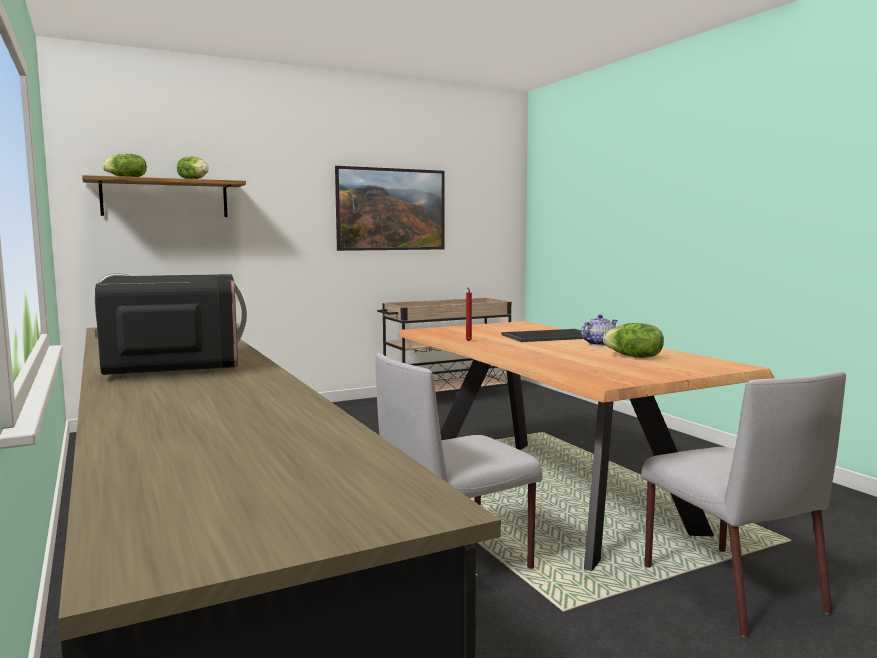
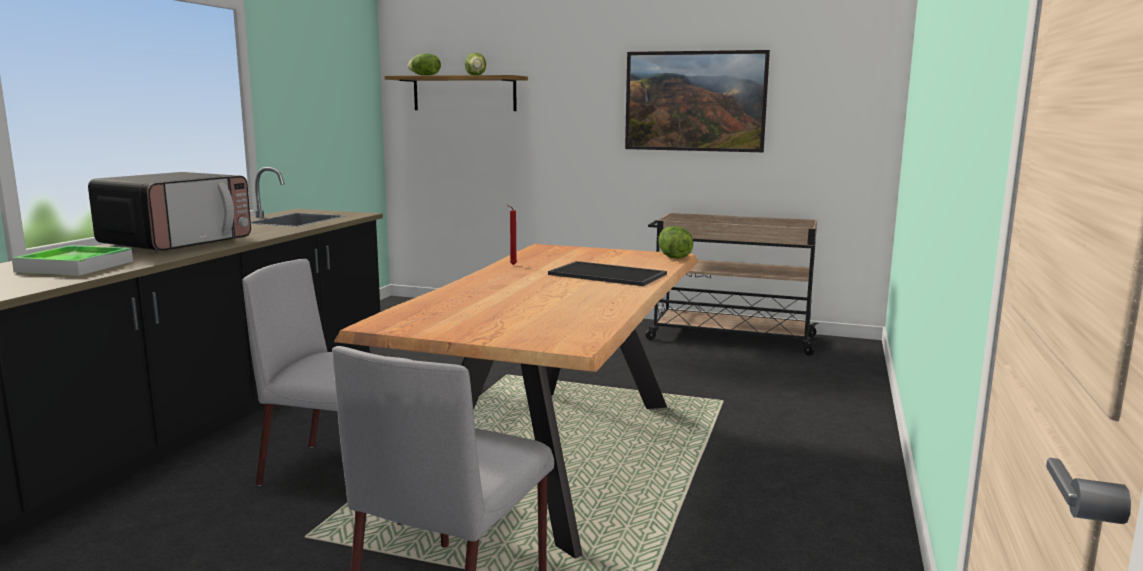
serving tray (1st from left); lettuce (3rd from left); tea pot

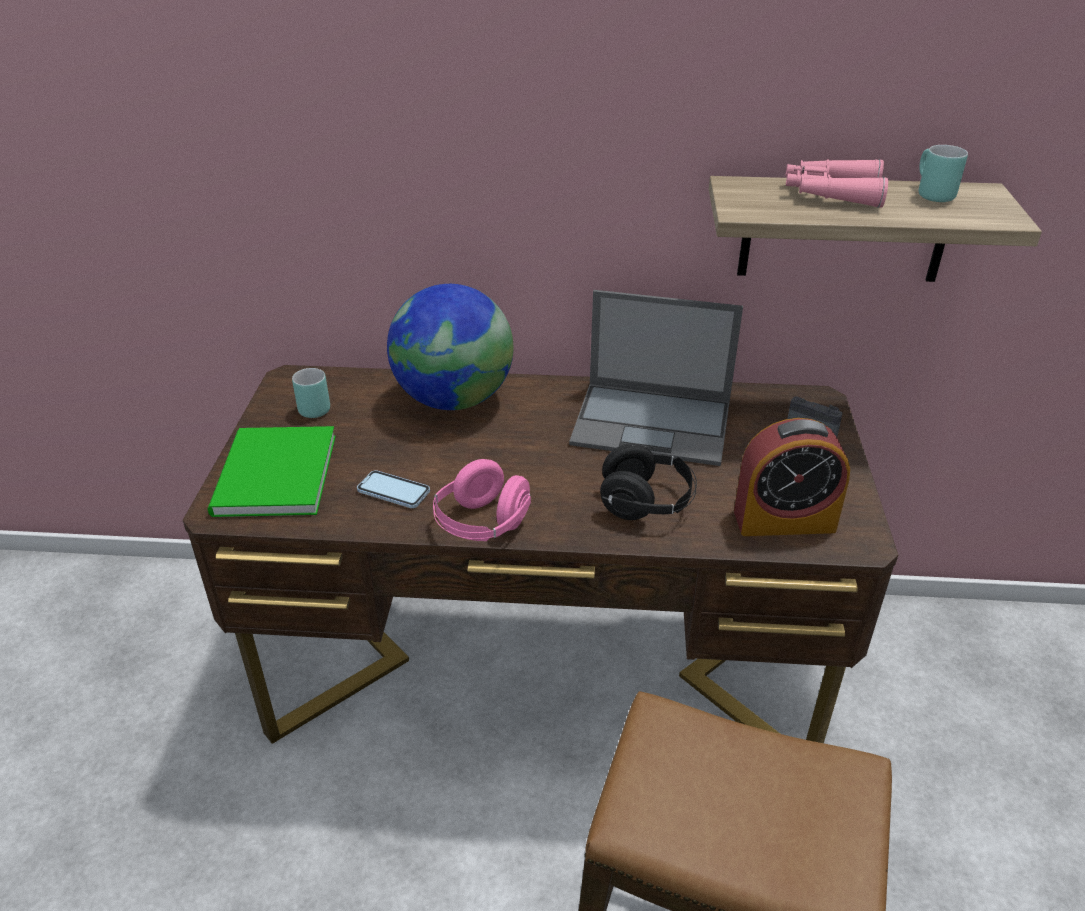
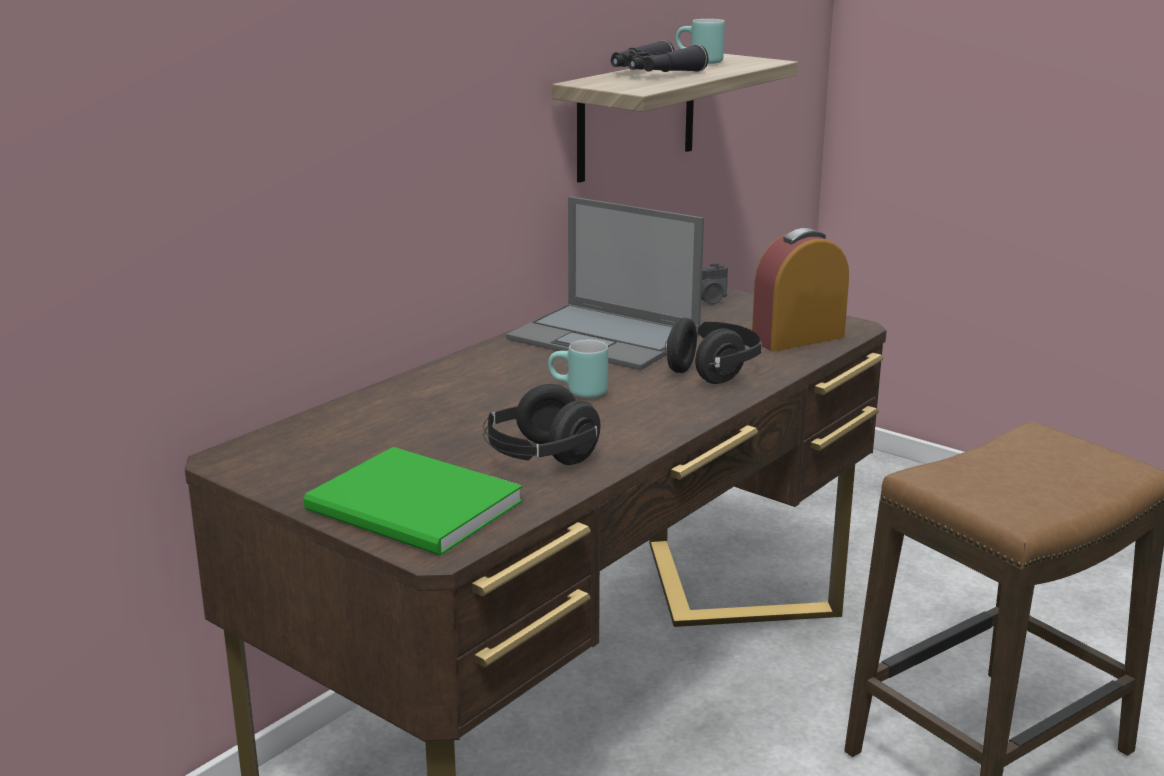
black headset (1st from left); notebook computer; turquoise-coloured mug (1st from left); black field glasses; alarm clock; desk globe; pink-coloured headset

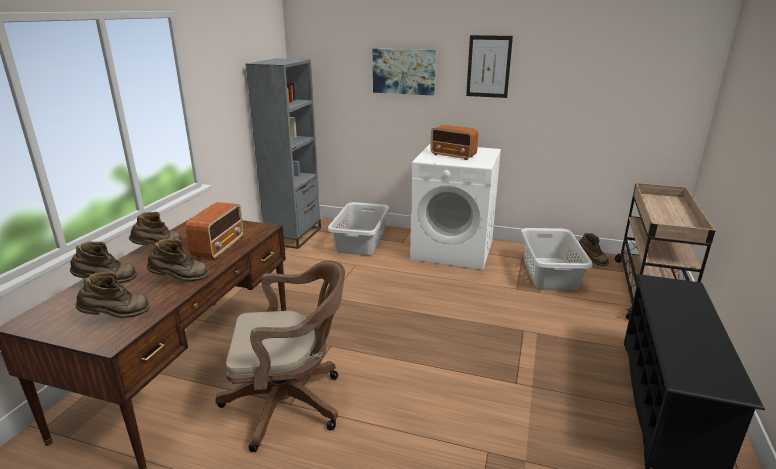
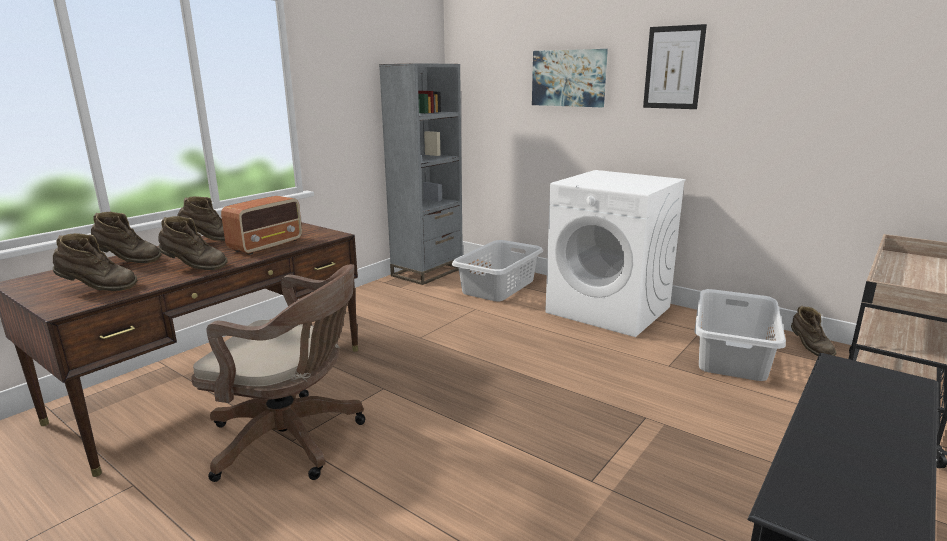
radio set (2nd from left in the first image)

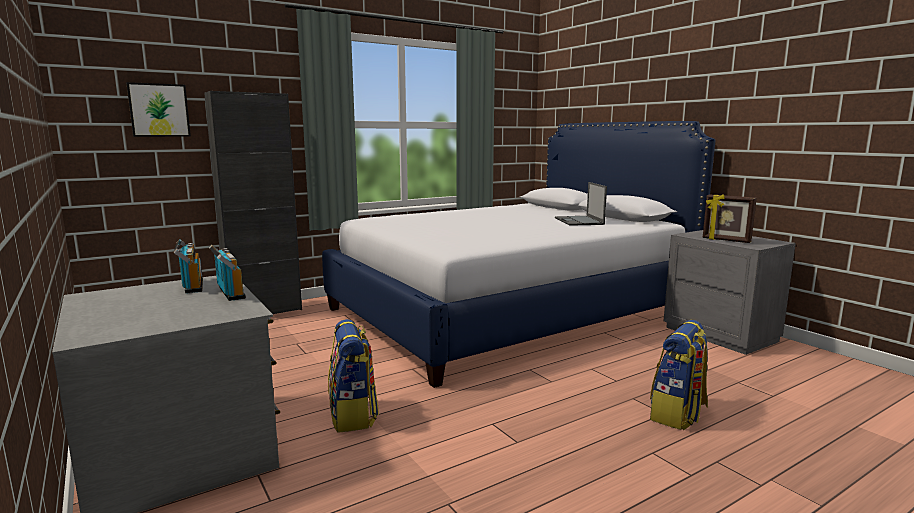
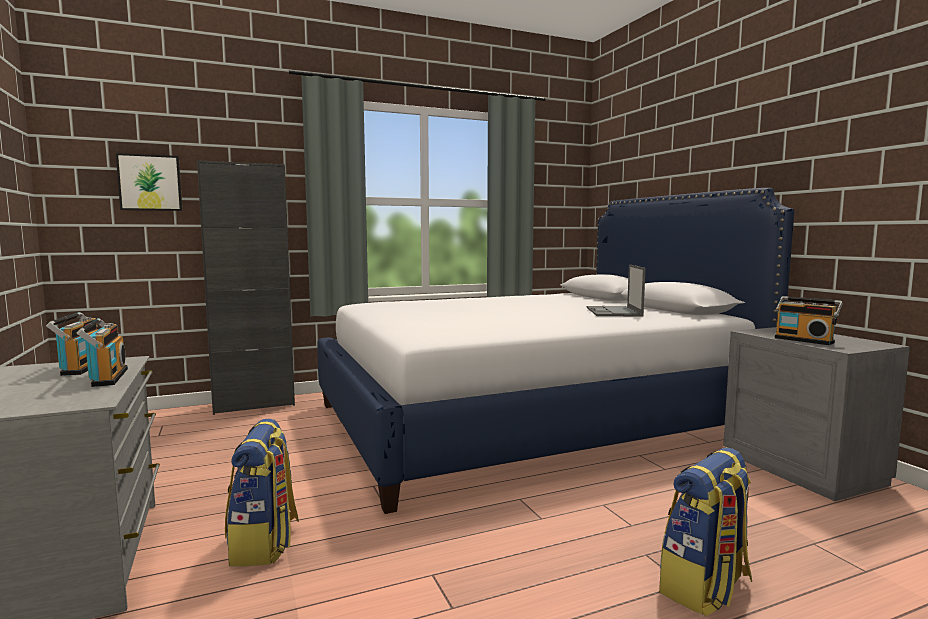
radio set (3rd from left)

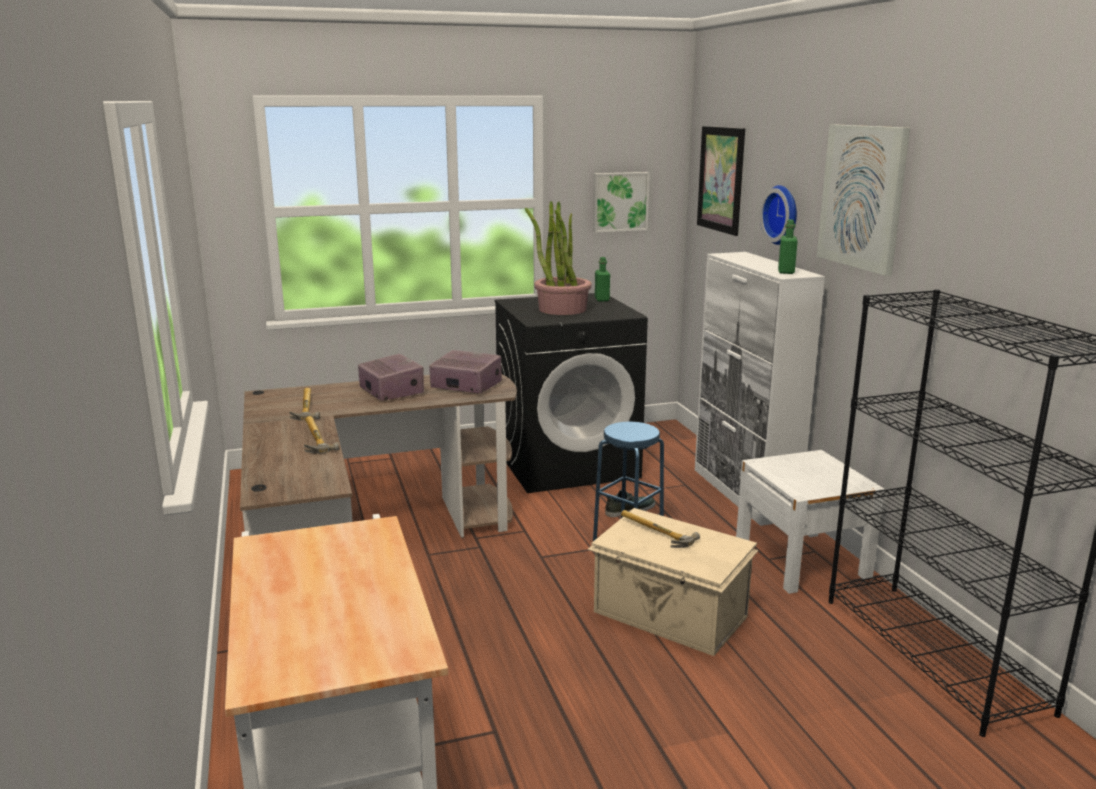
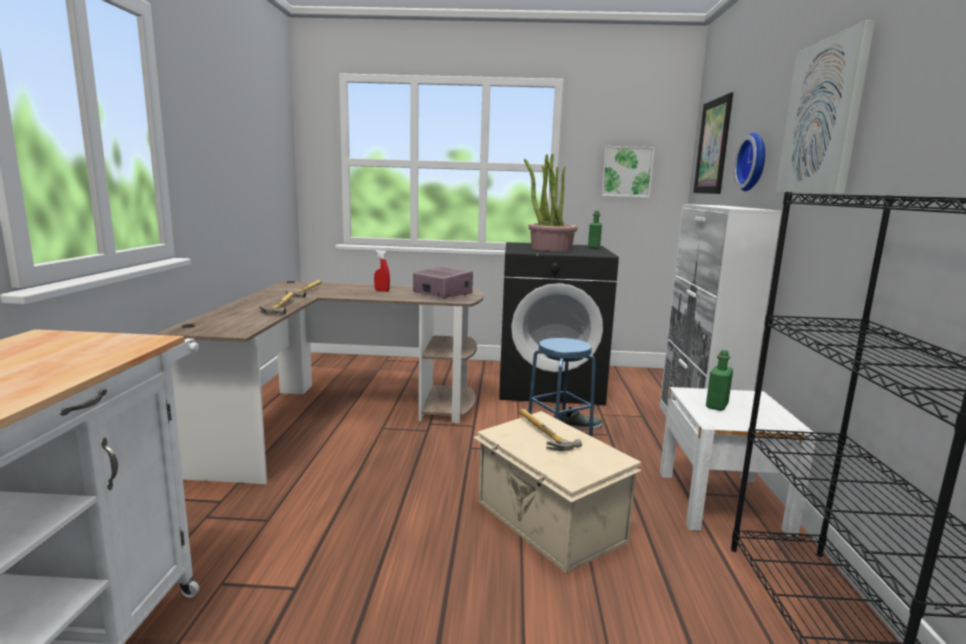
red-coloured sprayer; greenish drink bottle (2nd from left)

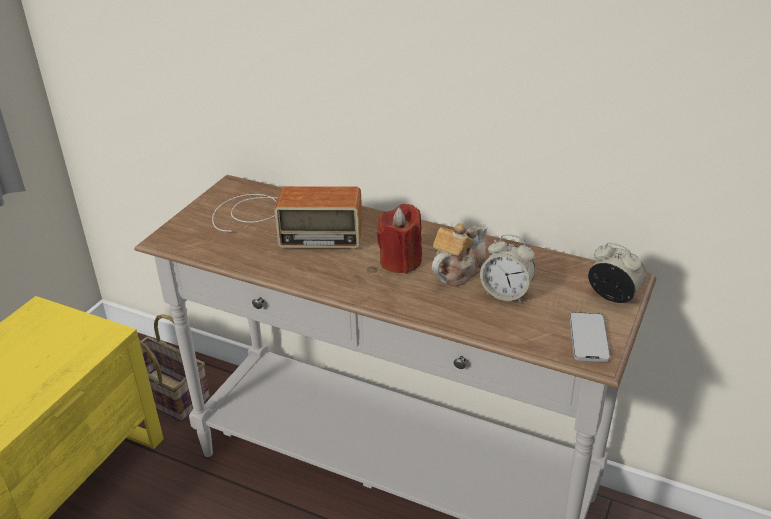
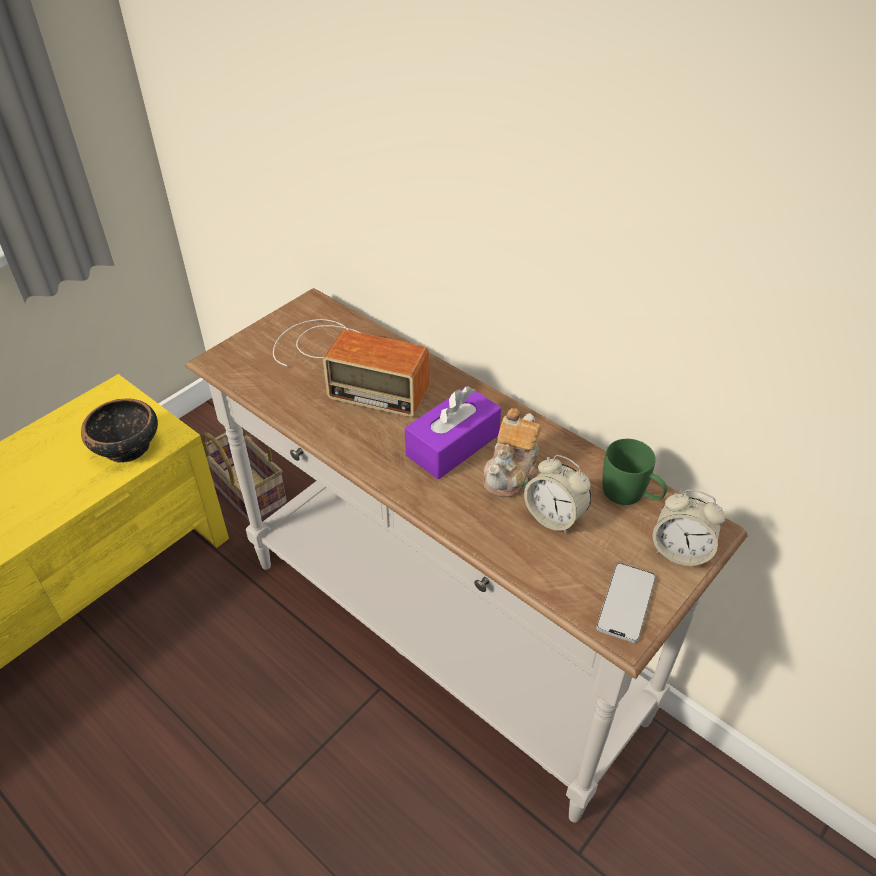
serving bowl; purple tissue holder; tea pot; greenish mug; alarm clock (2nd from left)

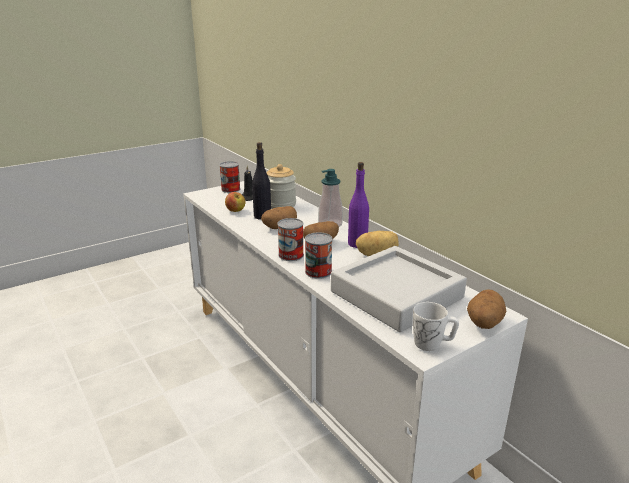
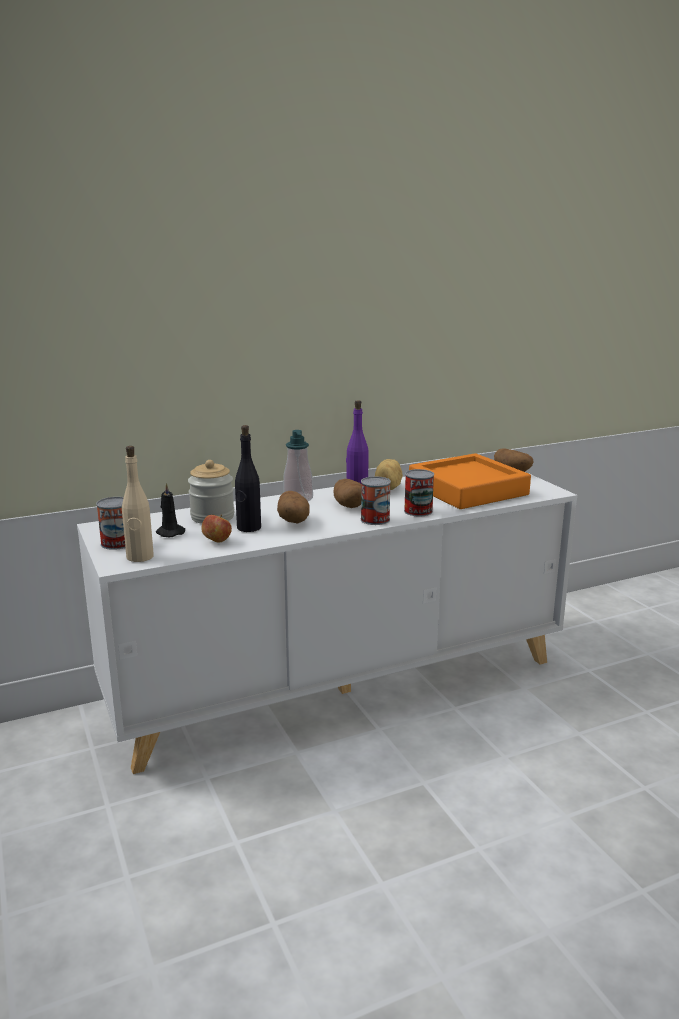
beige drink bottle; orange serving tray; white mug

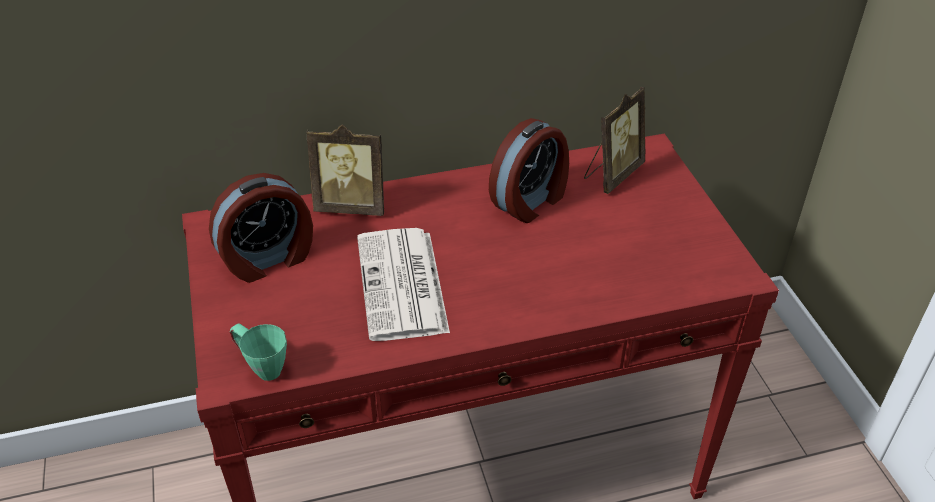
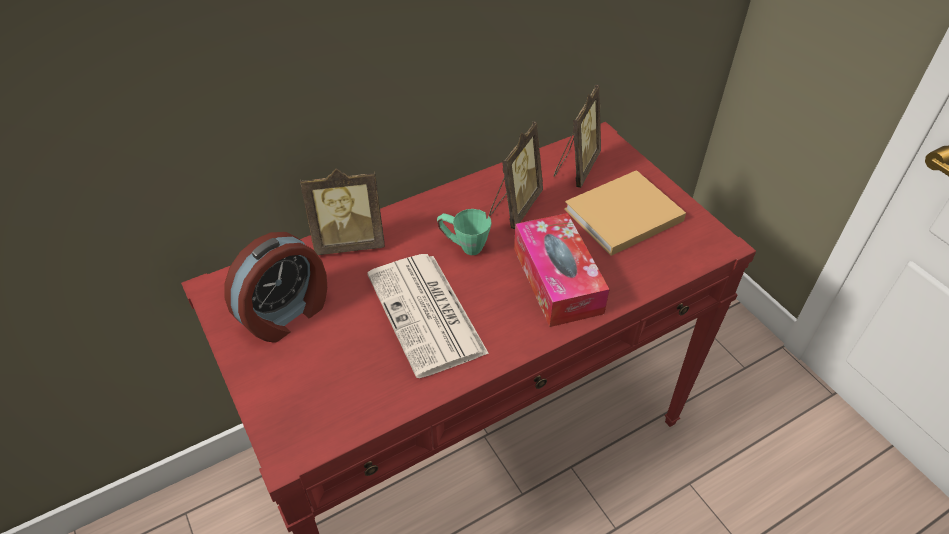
greenish mug; photo frame (2nd from left); tissue holder; beige book

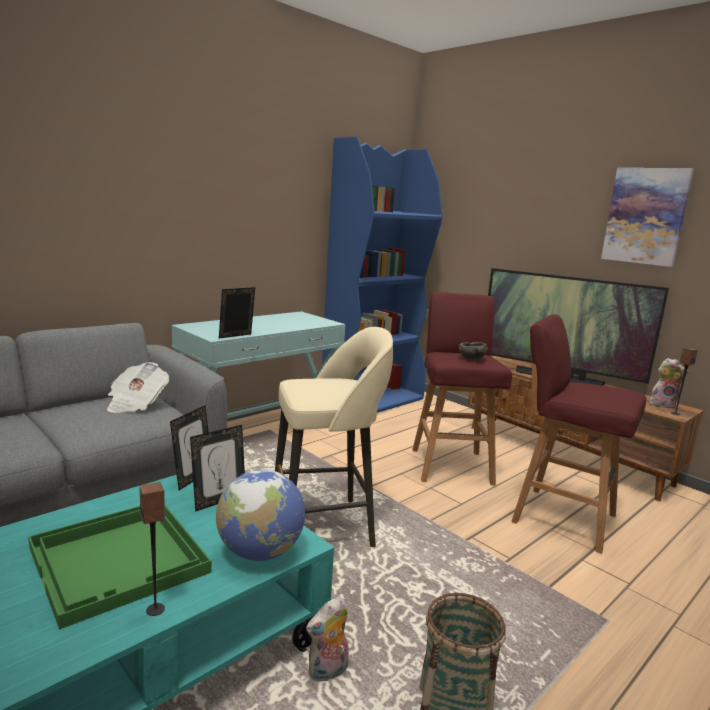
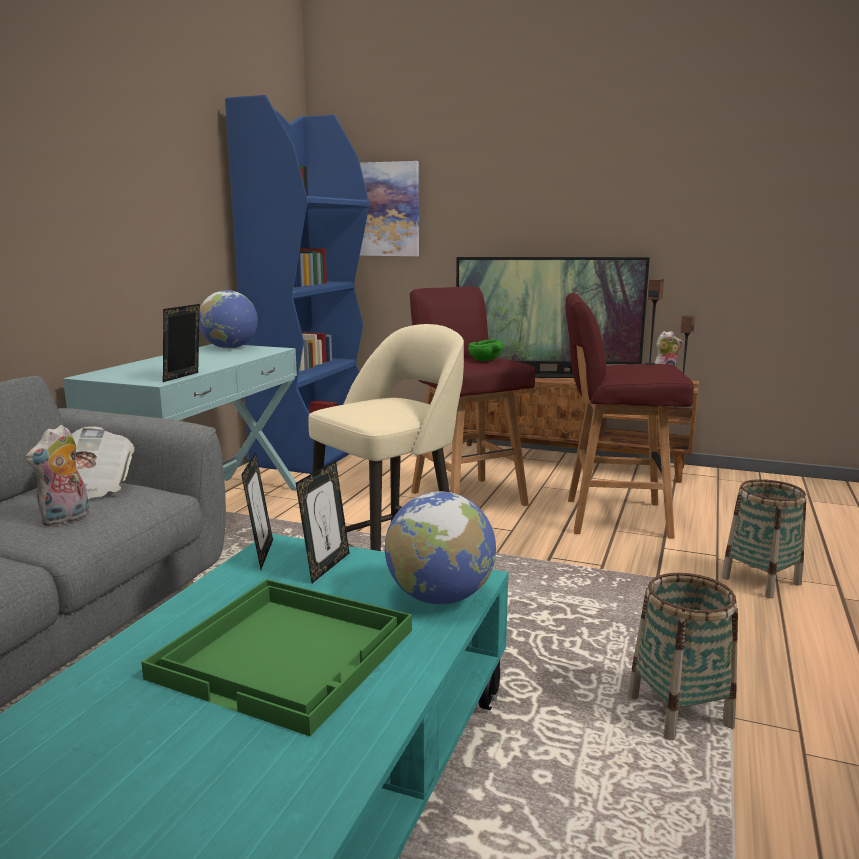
soft toy (1st from left); desk globe (1st from left); wall picture; greenish serving bowl; speaker (1st from left); storage basket (2nd from left)

